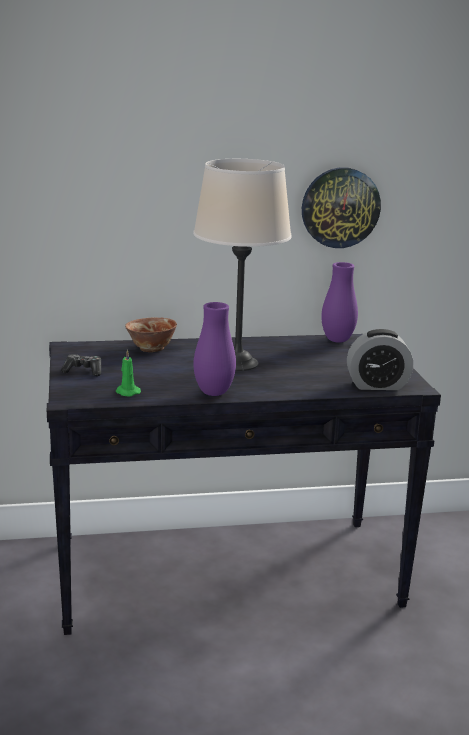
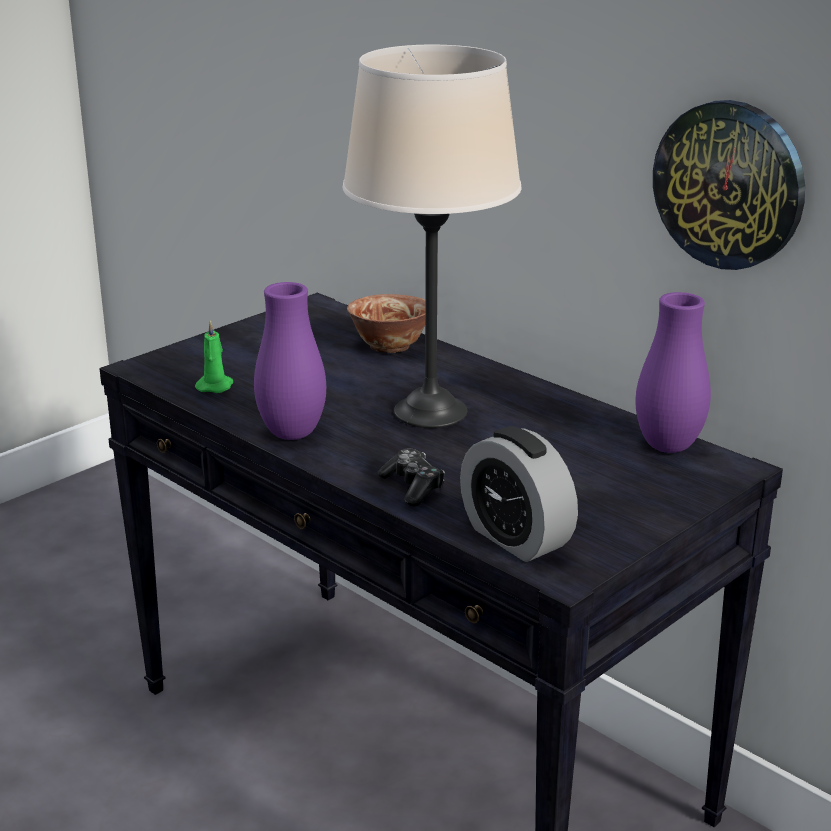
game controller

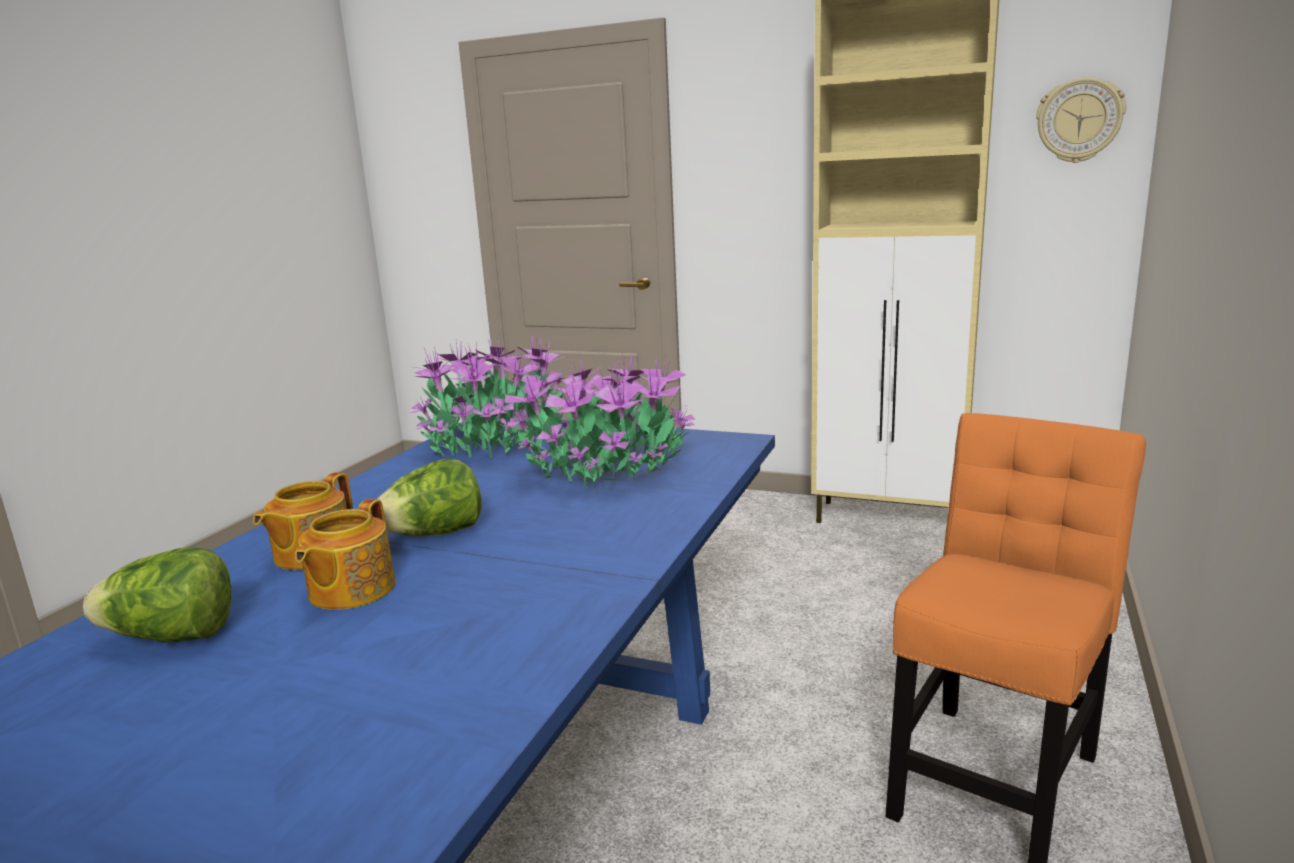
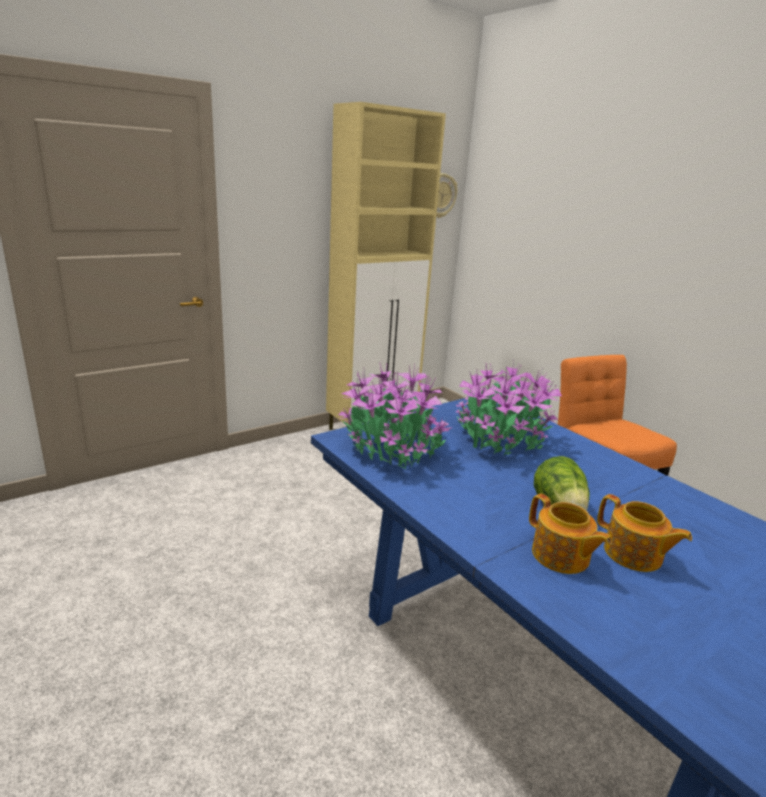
lettuce (1st from left in the first image)

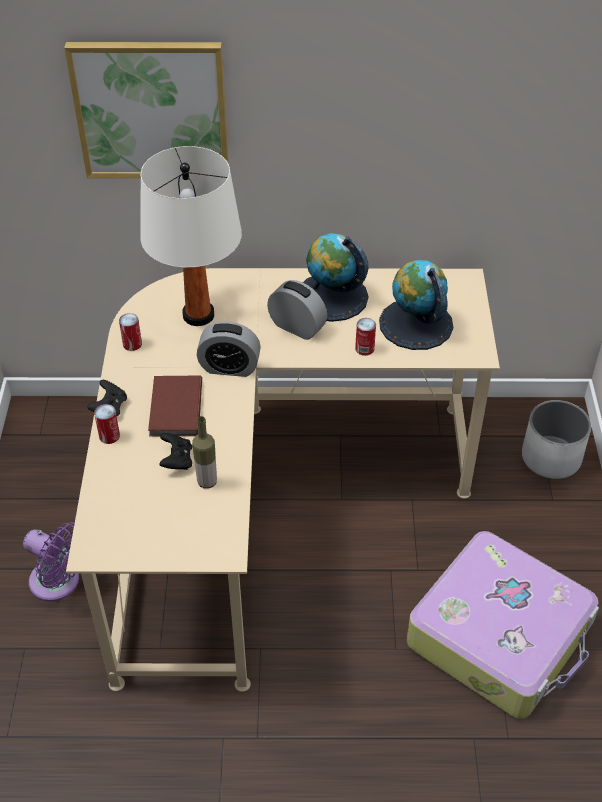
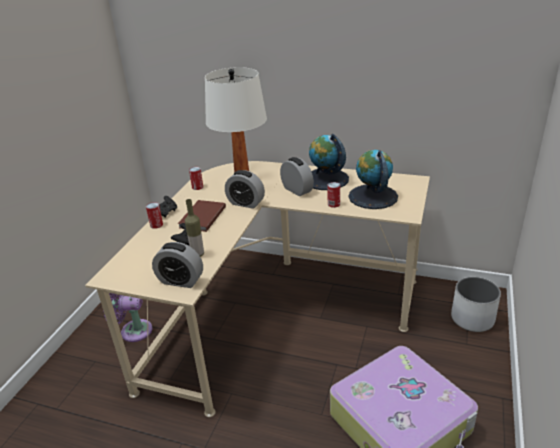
purple cooling fan; alarm clock (1st from left); wall picture

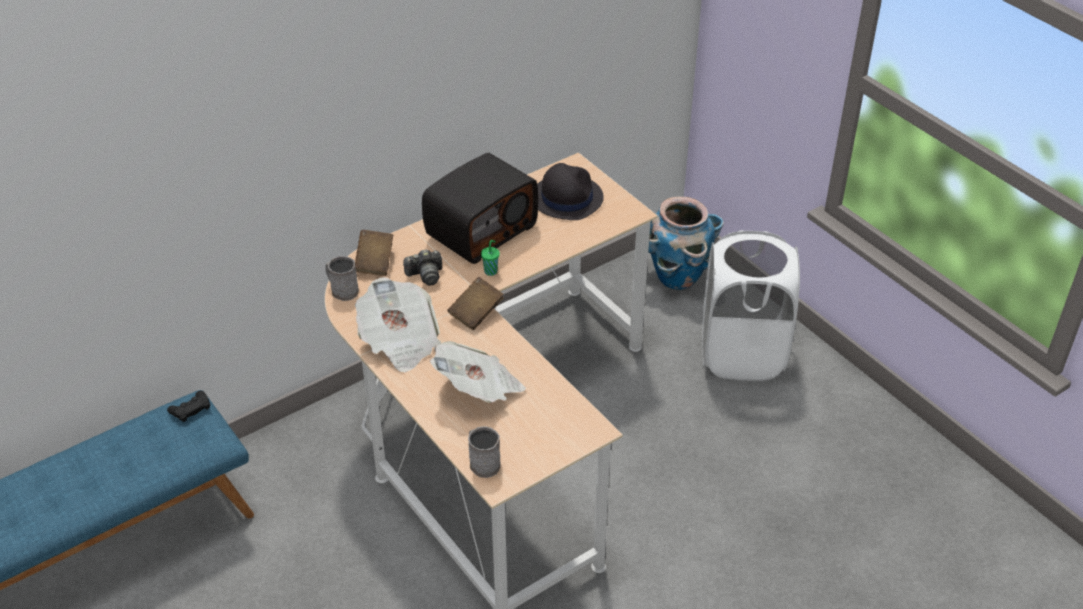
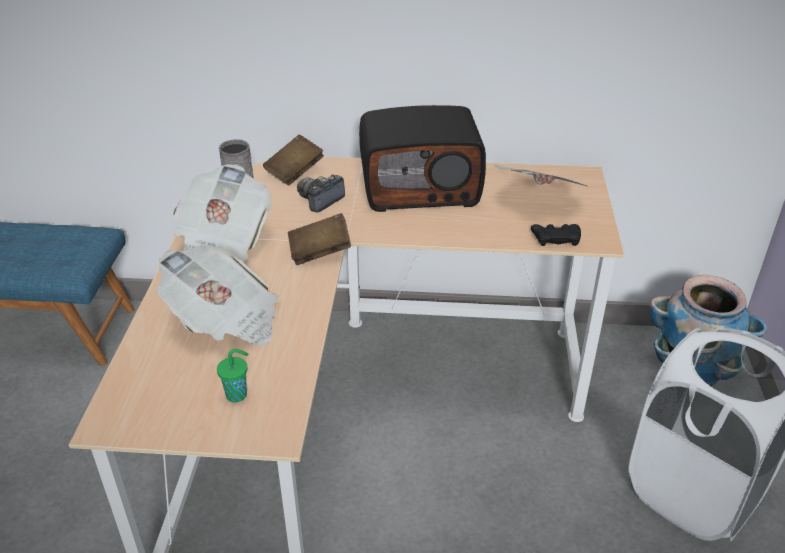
greenish cup; still camera; printed paper (3rd from left); black game controller; gray mug (2nd from left in the first image)

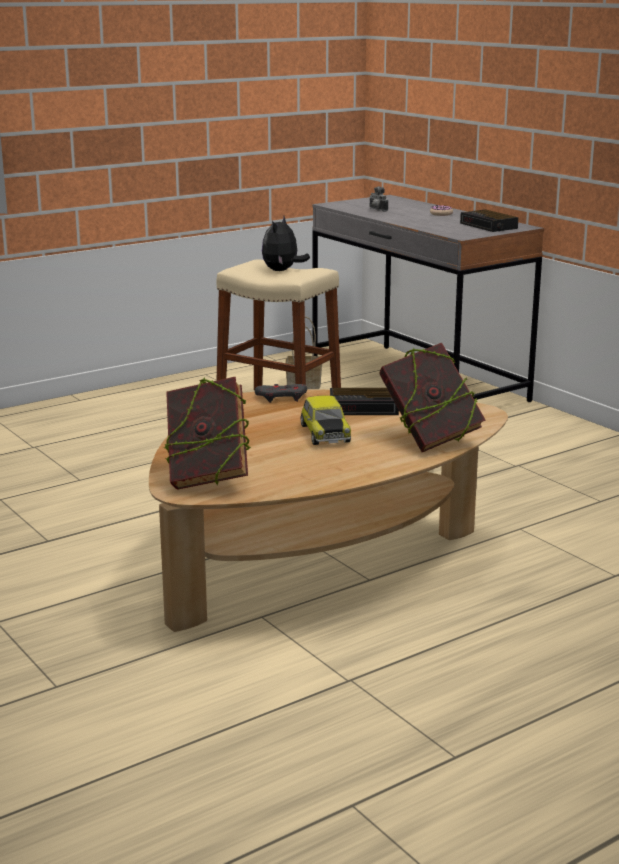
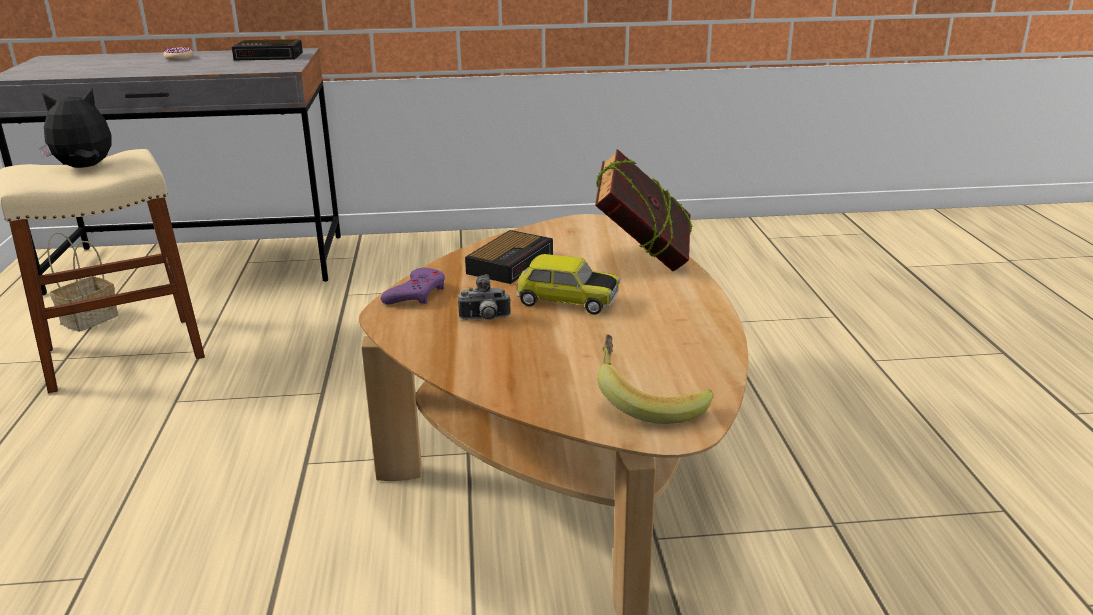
soft toy; purple game controller; still camera; banana

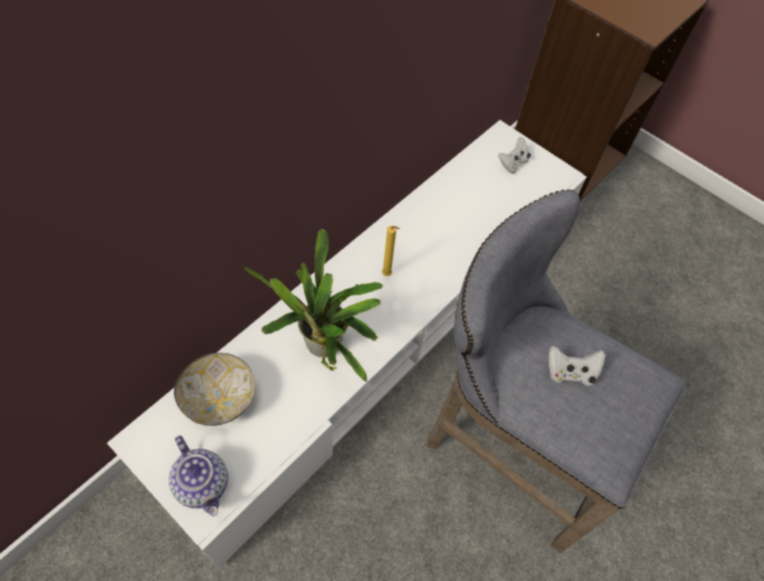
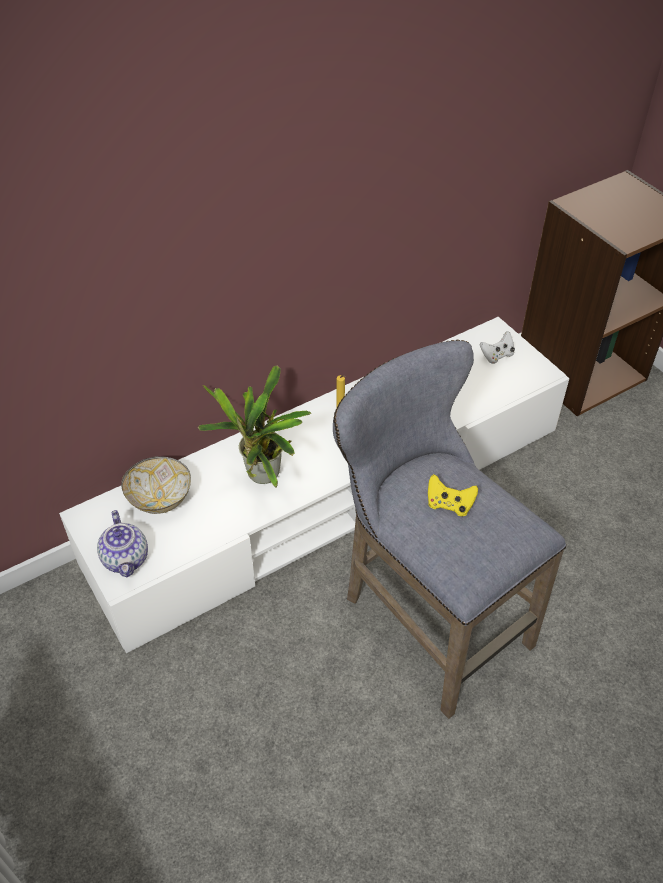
yellowish game controller

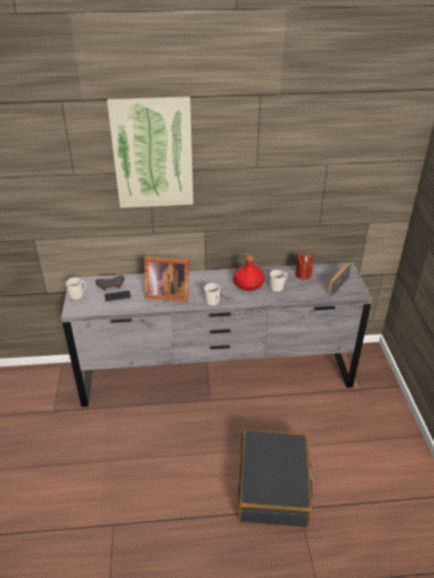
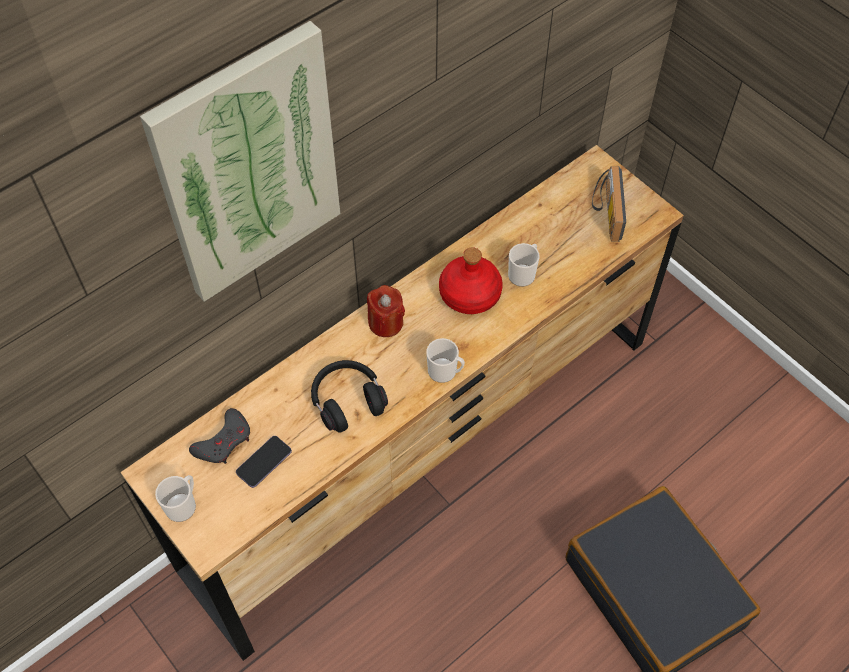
brown-coloured drawer chest; black headset; red-coloured wax light

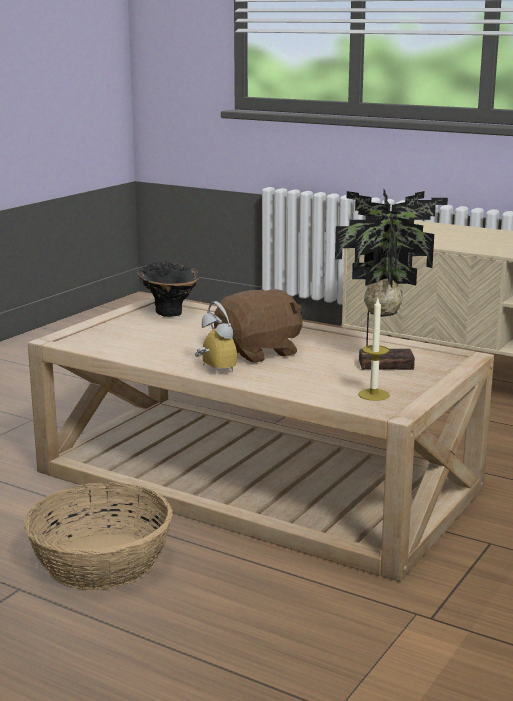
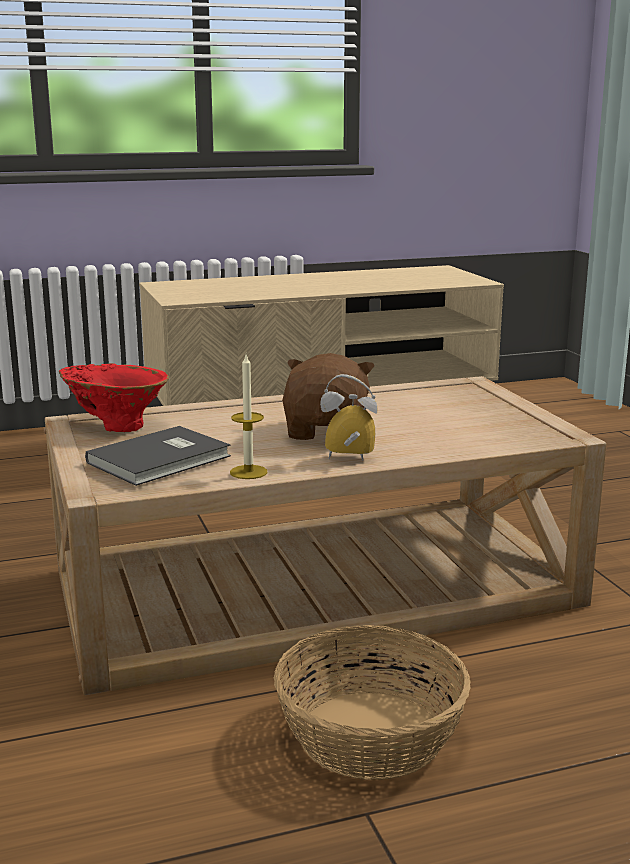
red-coloured vase; gray book; wax light; houseplant

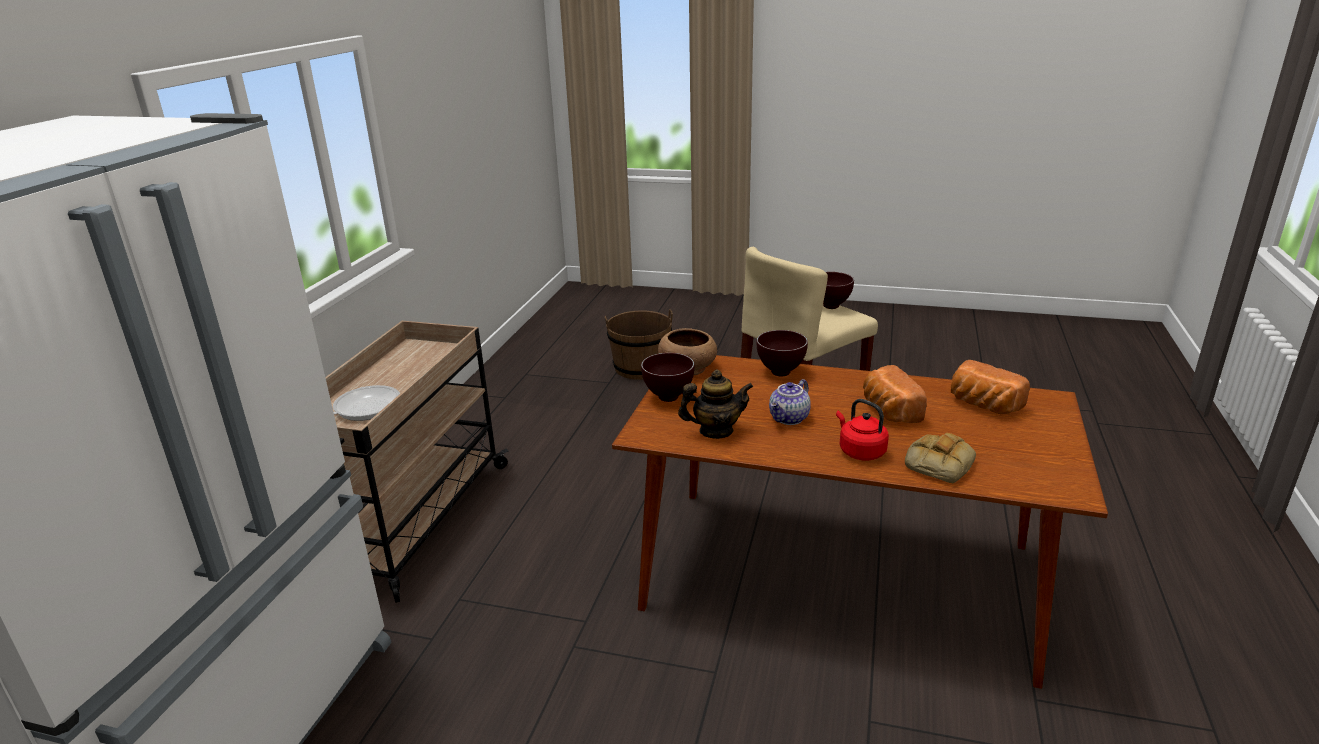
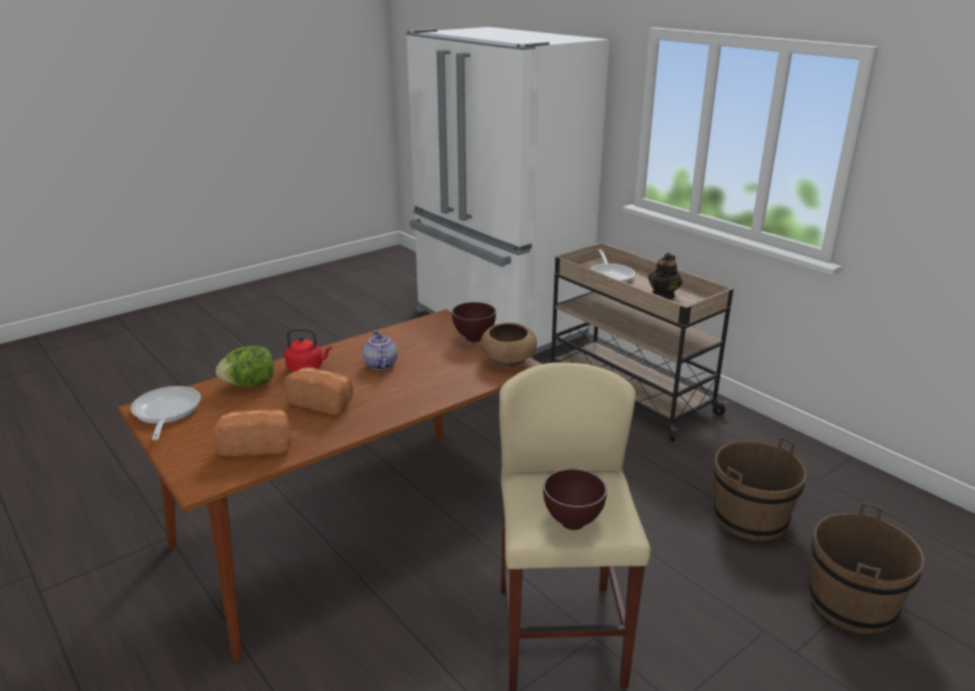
frying pan (1st from left); lettuce; tea pot (2nd from left); brown-coloured bucket (1st from left); brown-coloured serving bowl (3rd from left in the first image)

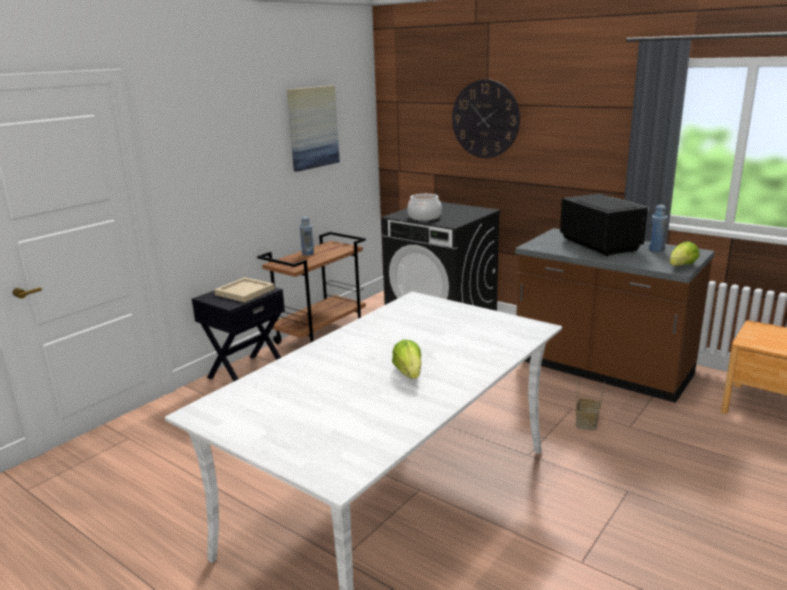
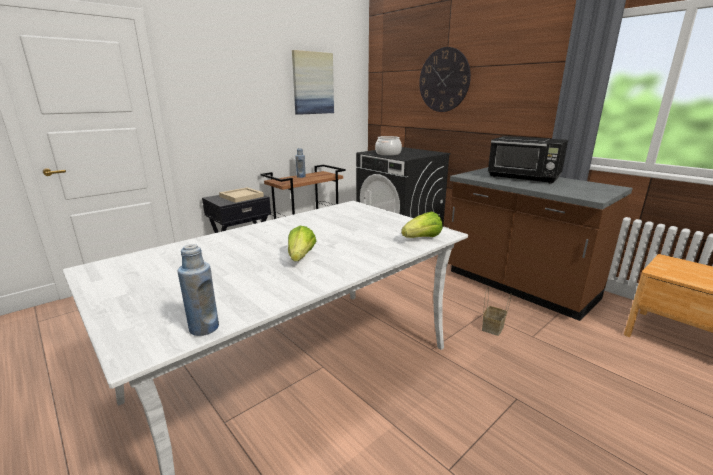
blue drink bottle (1st from left); lettuce (2nd from left); black kitchen microwave

